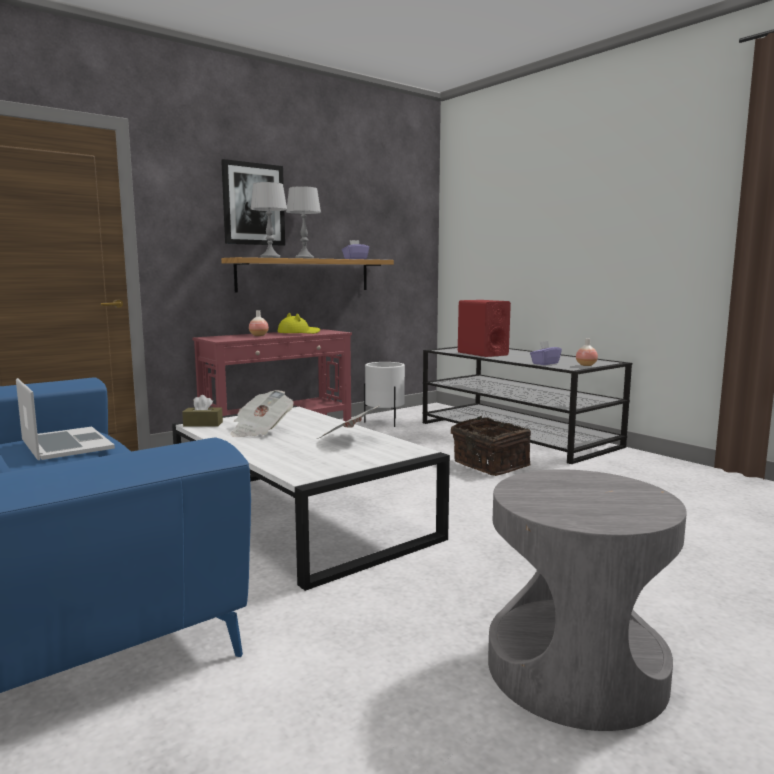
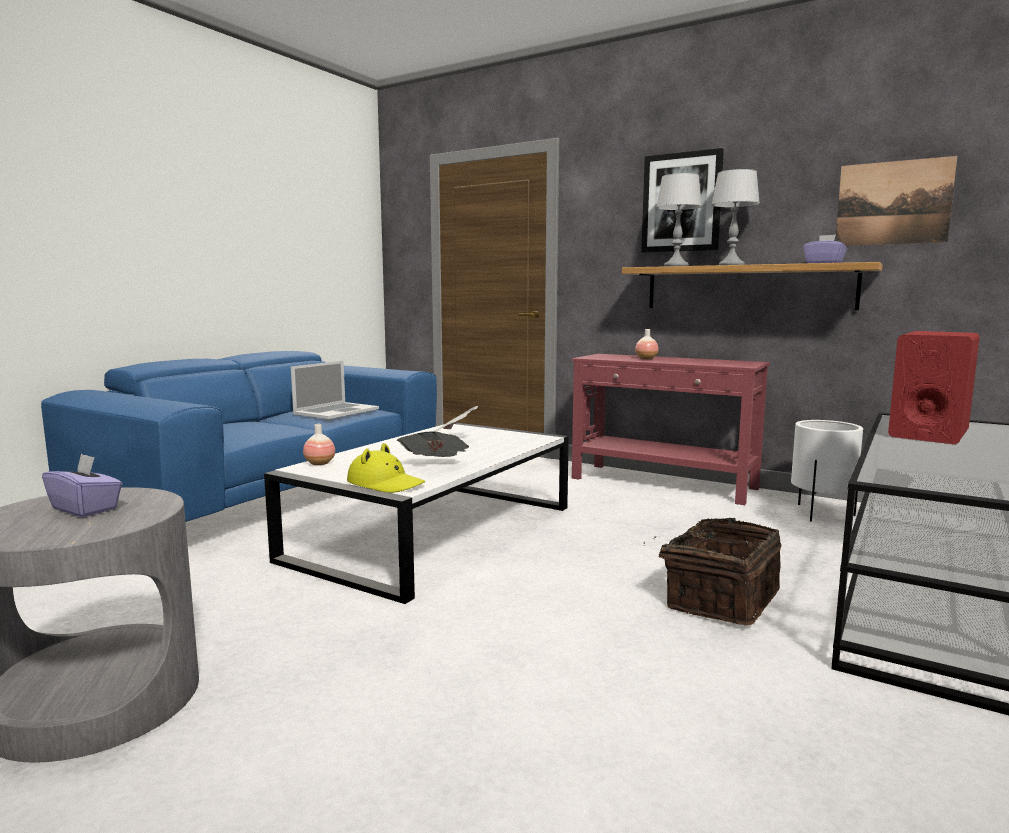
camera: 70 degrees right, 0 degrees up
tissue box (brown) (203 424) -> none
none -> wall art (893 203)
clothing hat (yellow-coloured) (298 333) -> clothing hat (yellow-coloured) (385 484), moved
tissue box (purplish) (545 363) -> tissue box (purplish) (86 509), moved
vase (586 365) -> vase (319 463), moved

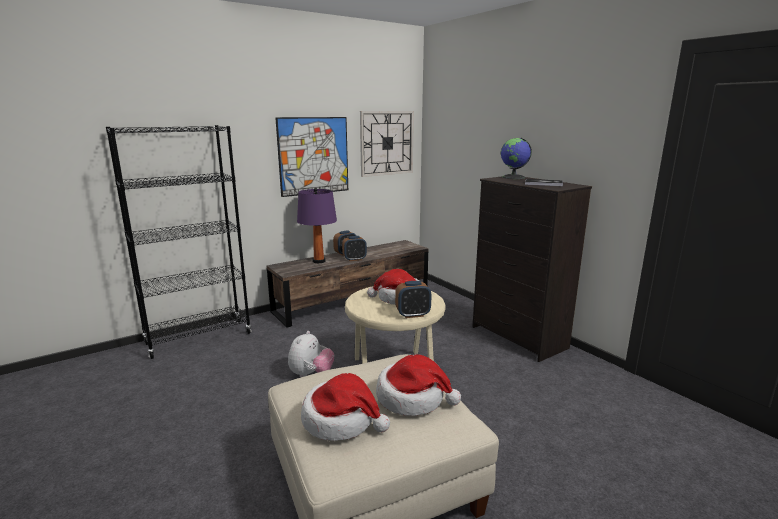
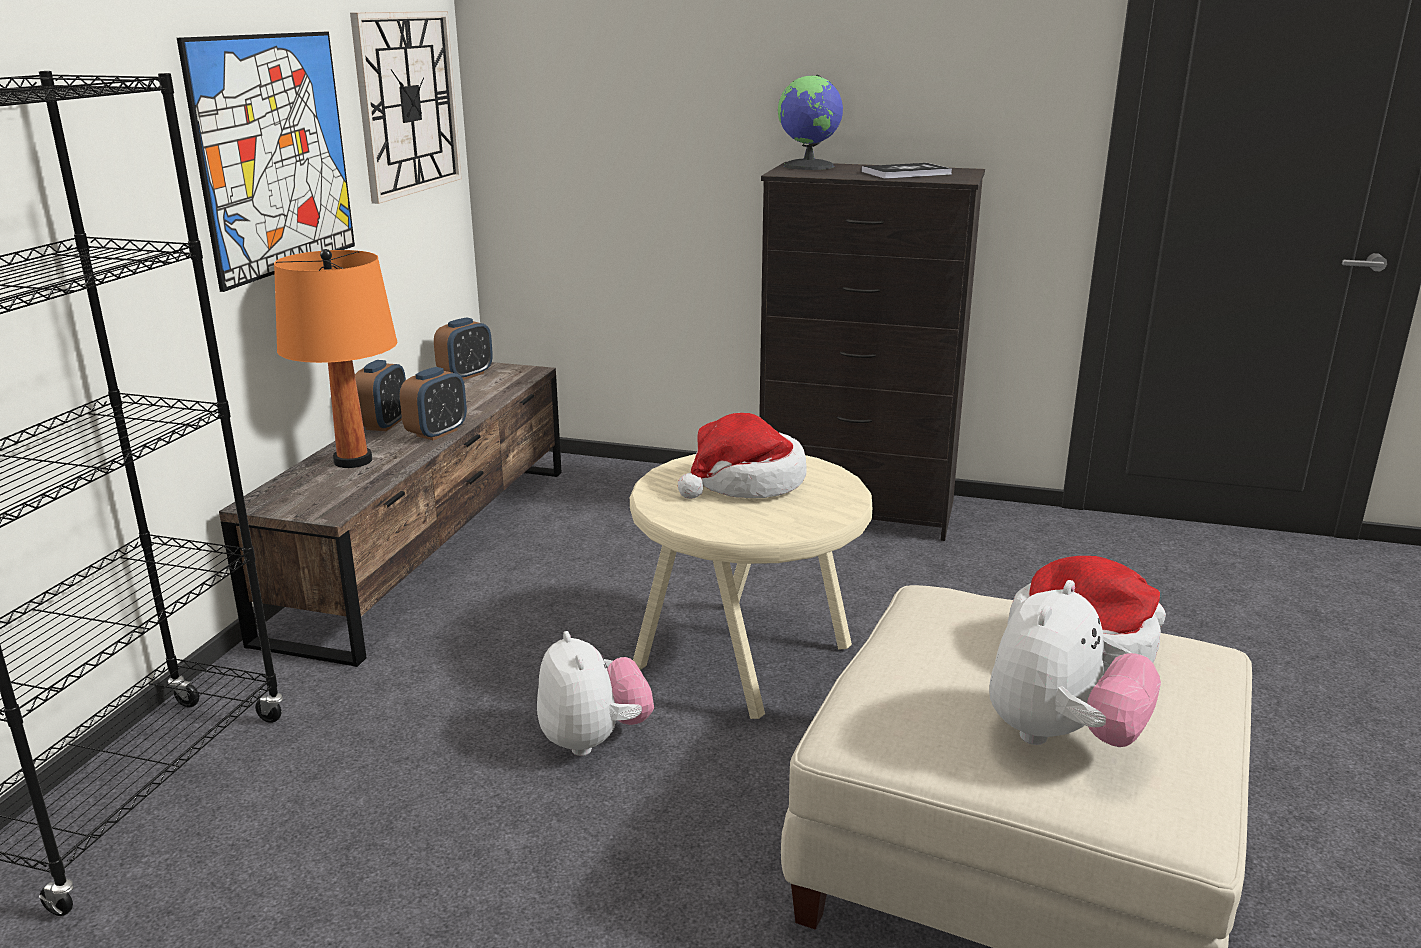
camera: 40 degrees left, 5 degrees up
alarm clock (413 314) -> alarm clock (466 375), moved
clothing hat (341 420) -> soft toy (1061 737)
tabletop lamp (purplish) (318 261) -> tabletop lamp (orange) (352 461)

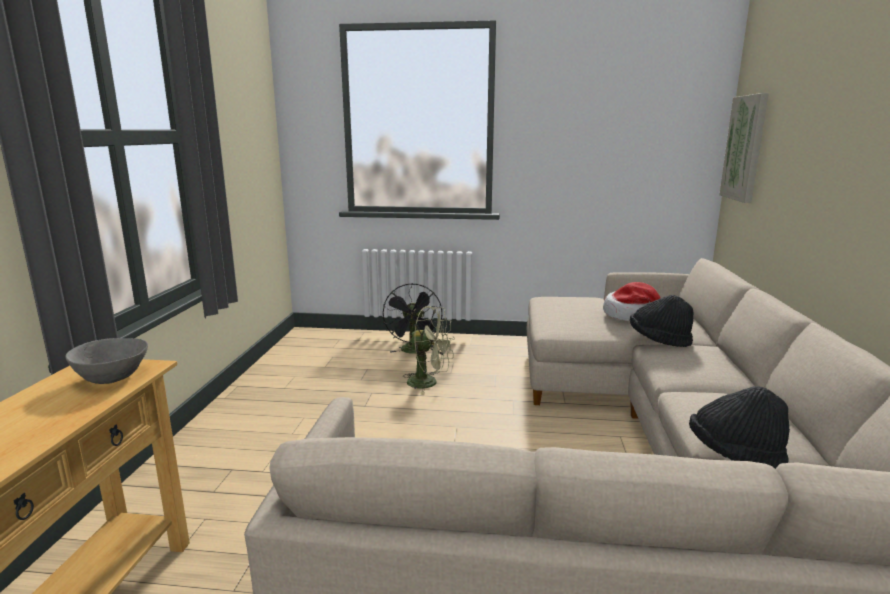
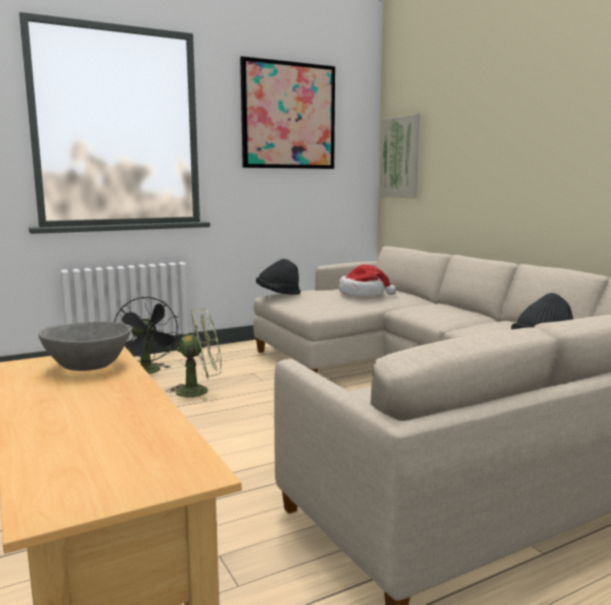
camera: 35 degrees left, 5 degrees down
none -> wall art (288 116)
clothing hat (black) (659 340) -> clothing hat (black) (278 294), moved

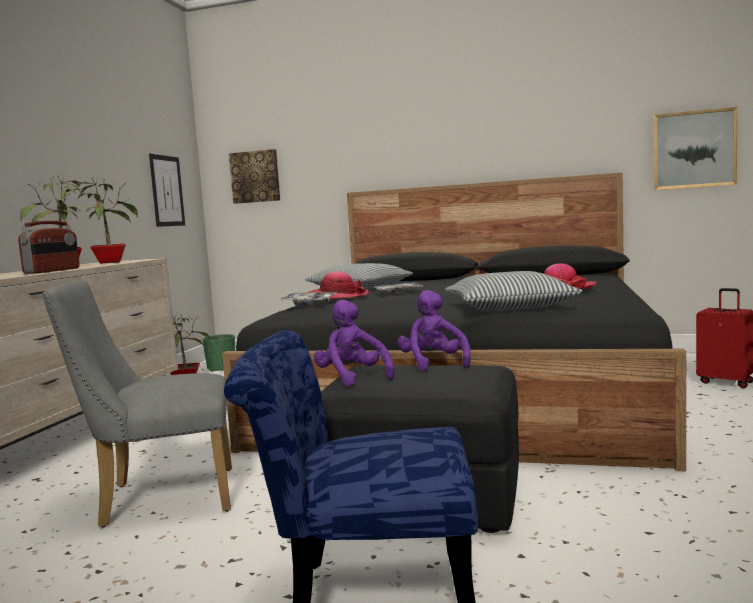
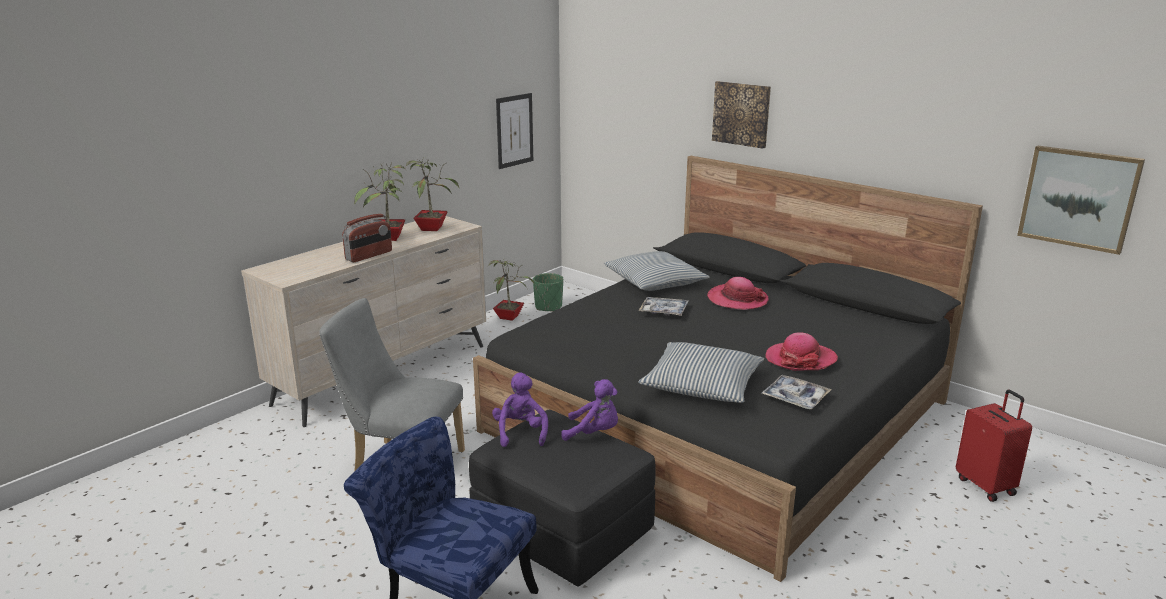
camera: 25 degrees right, 15 degrees up
wall art (255 176) -> wall art (741 114), moved
tray (308 303) -> tray (795 398), moved
clothing hat (336 297) -> clothing hat (737 299), moved
soft toy (purplish) (433 364) -> soft toy (purplish) (594 433), 90 degrees clockwise

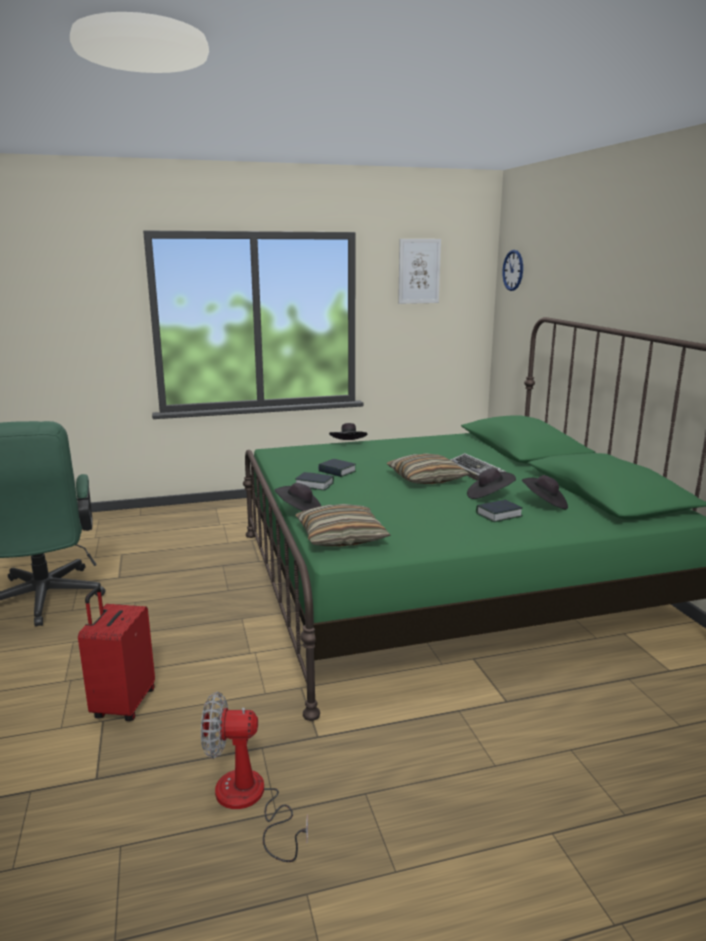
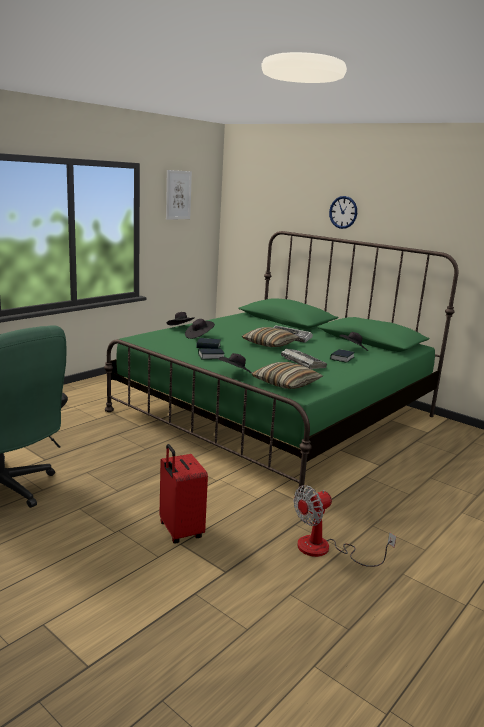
camera: 35 degrees left, 0 degrees up
none -> keyboard (302 362)
clothing hat (black) (489 496) -> clothing hat (black) (199 336), moved
clock on the wall (513 270) -> clock on the wall (343 212), moved

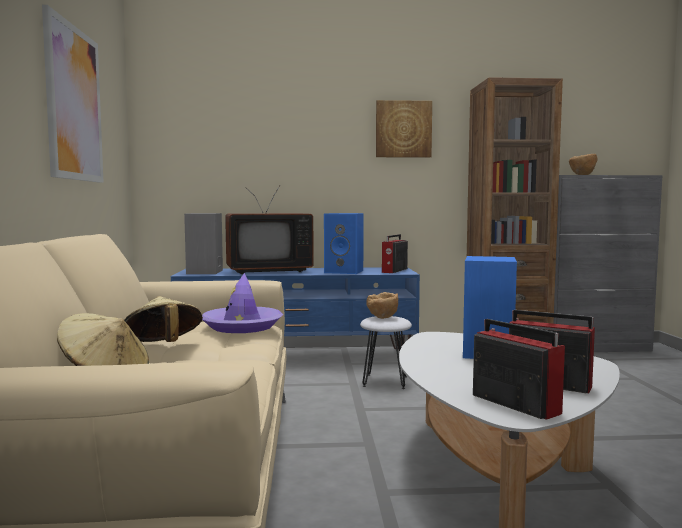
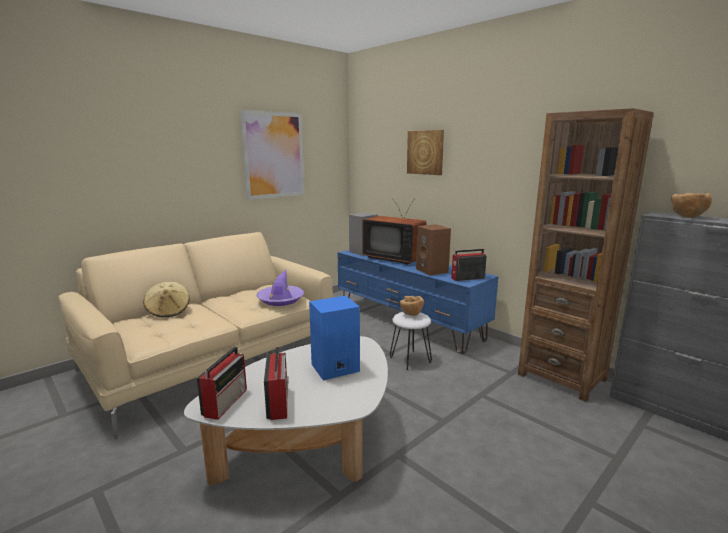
camera: 50 degrees right, 10 degrees up
clothing hat (sand-coloured) (163 347) -> none
wall art (403 129) -> wall art (425 152), moved
speaker (bluish) (345 271) -> speaker (brown) (432 271)

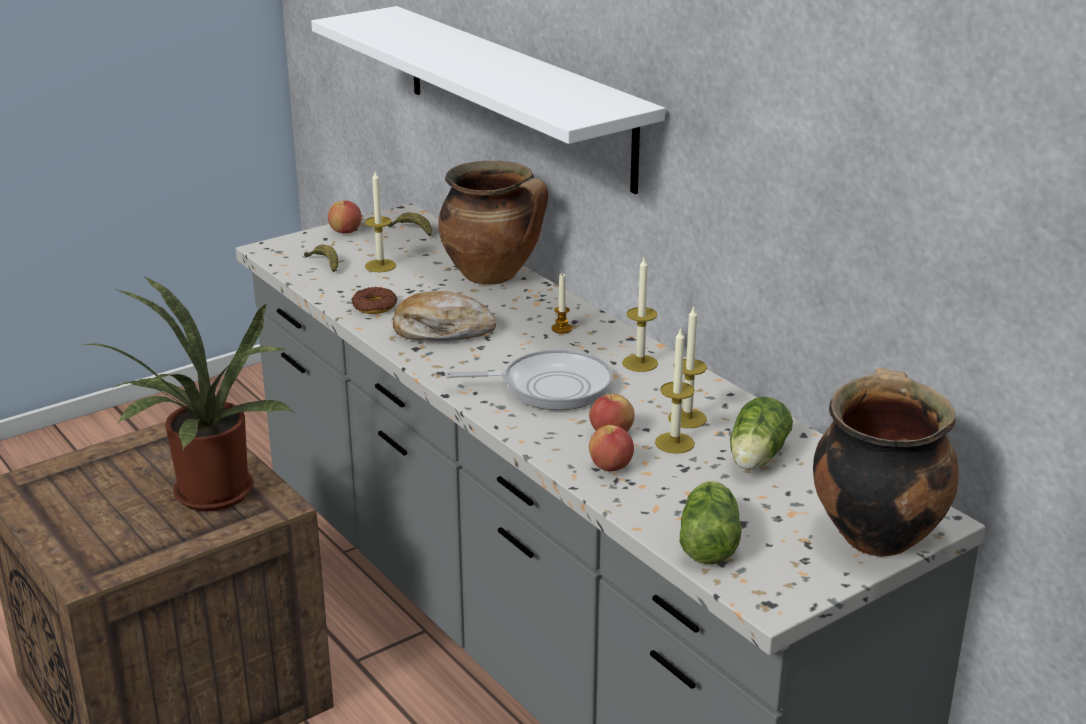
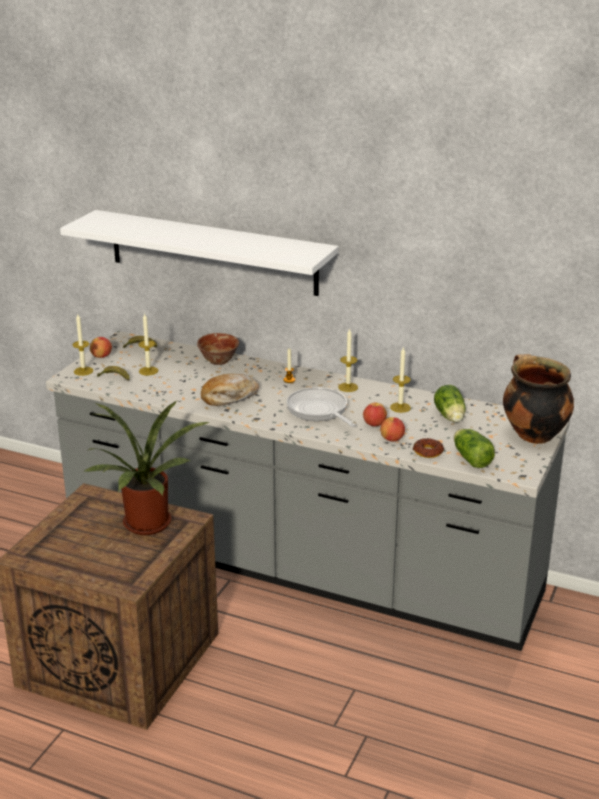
camera: 30 degrees left, 0 degrees up
ring doughnut (374 306) -> ring doughnut (428 452), moved
candle (674 443) -> candle (83 371), moved
cooking pot (493 275) -> serving bowl (219 361)
pan (549 387) -> pan (319 410), 90 degrees counterclockwise

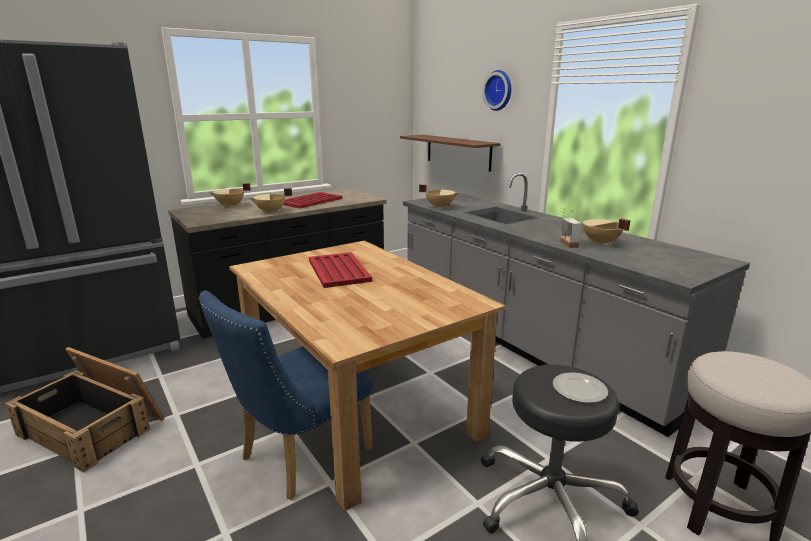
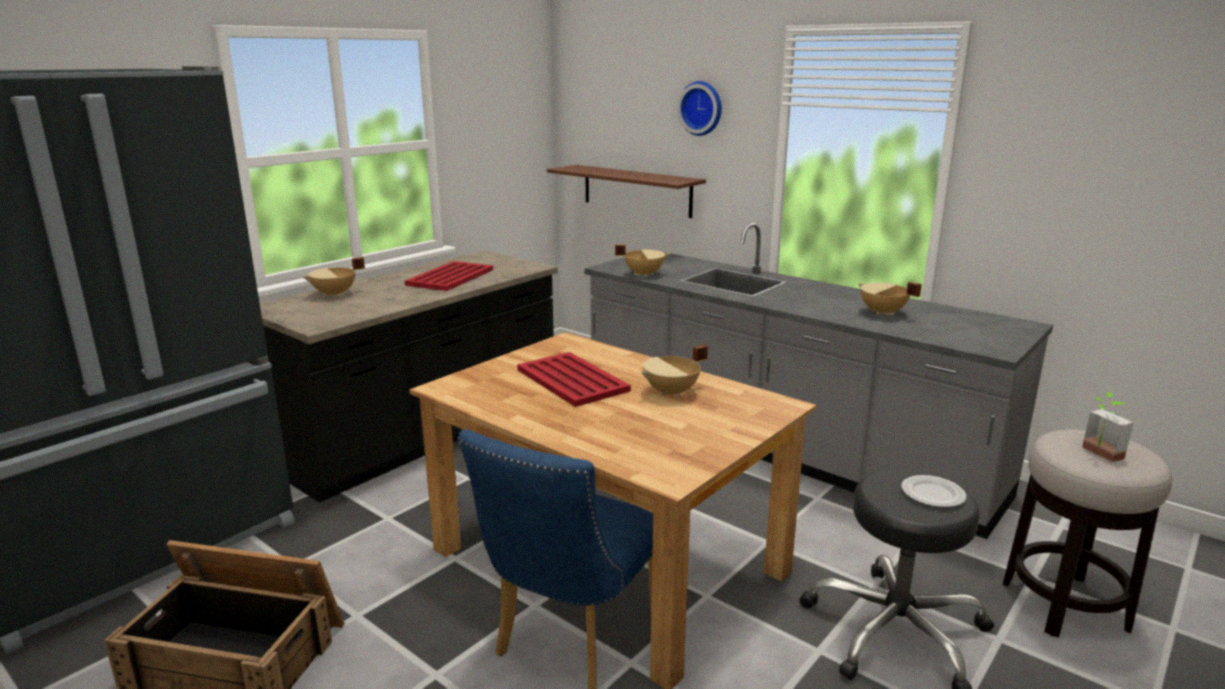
camera: 15 degrees left, 0 degrees up
cooking pot (sand-coloured) (271 212) -> cooking pot (sand-coloured) (672 392), moved
potted plant (565 244) -> potted plant (1097 454), moved

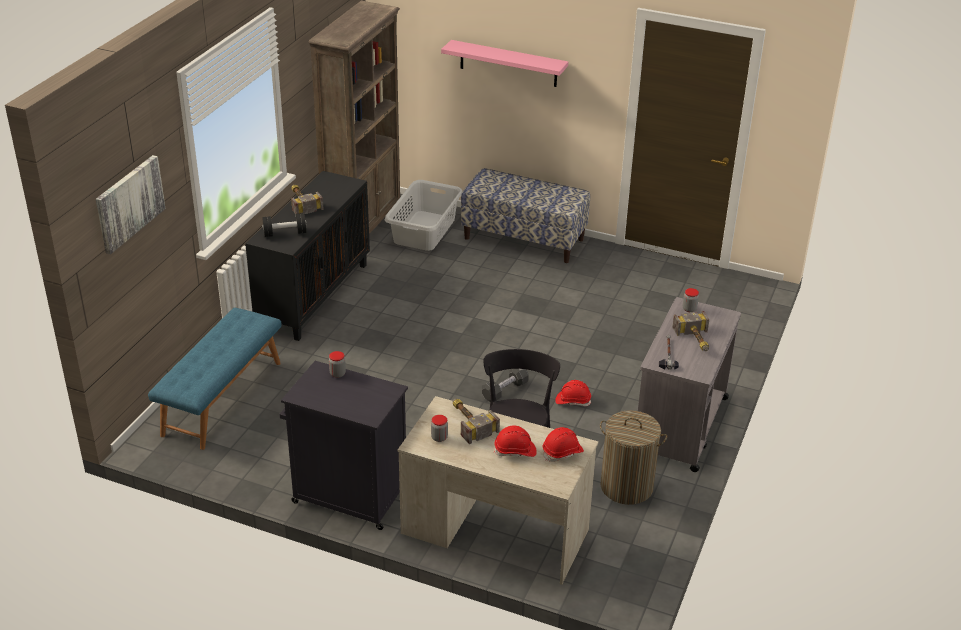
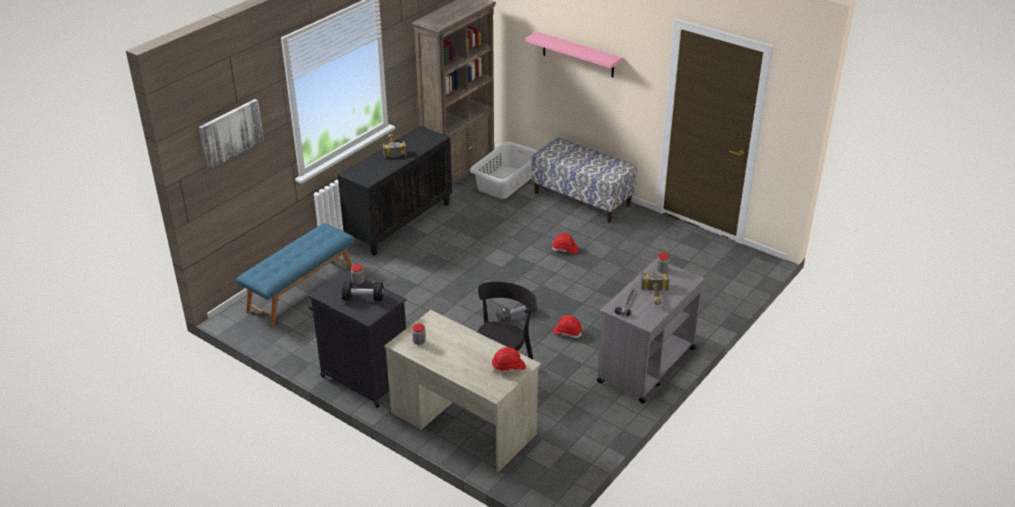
camera: 15 degrees right, 0 degrees up
hand hammer (468 422) -> none
laundry basket (626 486) -> none
dumbbell (black) (285 233) -> dumbbell (black) (363 298), moved
safety helmet (red) (515 451) -> safety helmet (red) (565 249), moved

